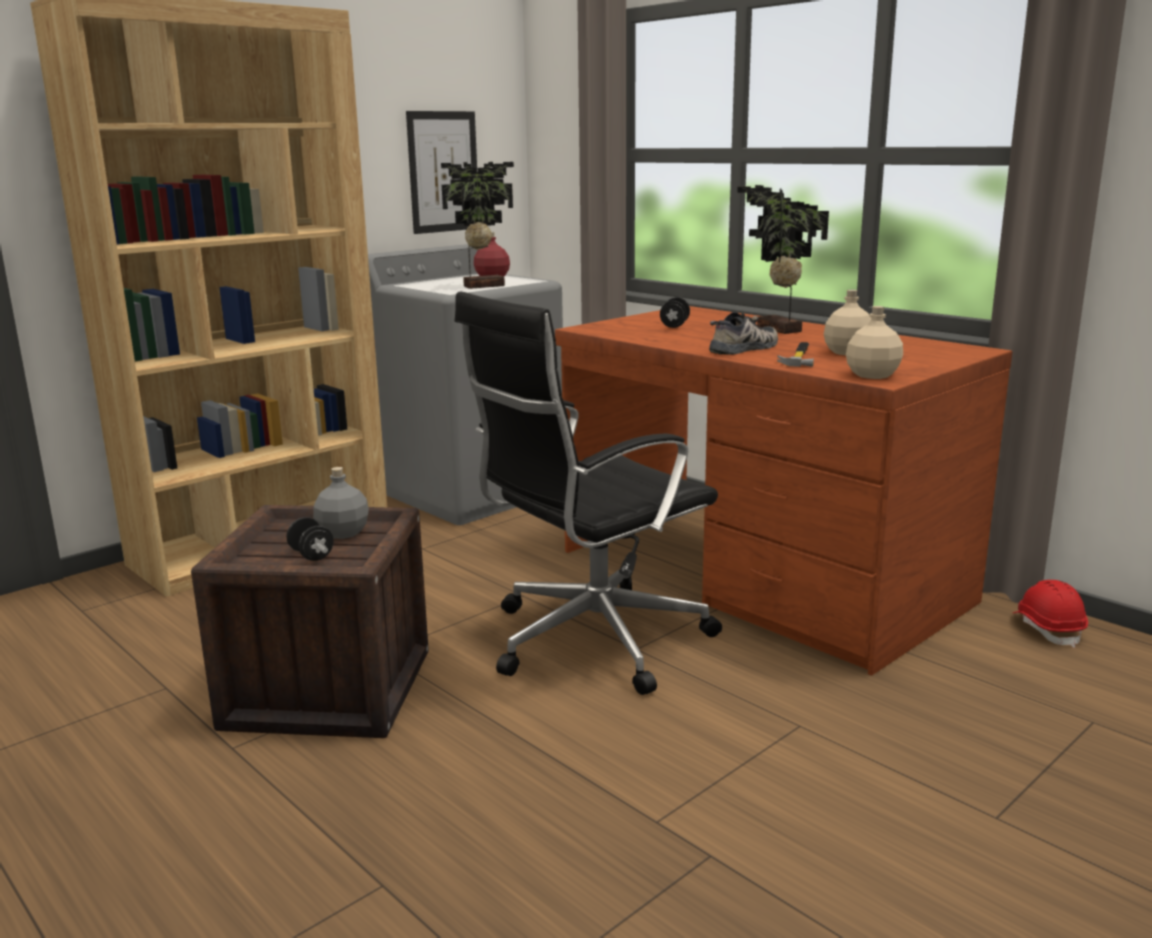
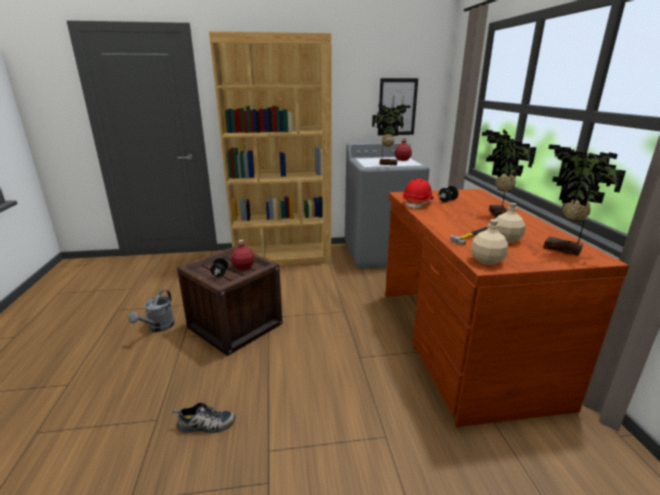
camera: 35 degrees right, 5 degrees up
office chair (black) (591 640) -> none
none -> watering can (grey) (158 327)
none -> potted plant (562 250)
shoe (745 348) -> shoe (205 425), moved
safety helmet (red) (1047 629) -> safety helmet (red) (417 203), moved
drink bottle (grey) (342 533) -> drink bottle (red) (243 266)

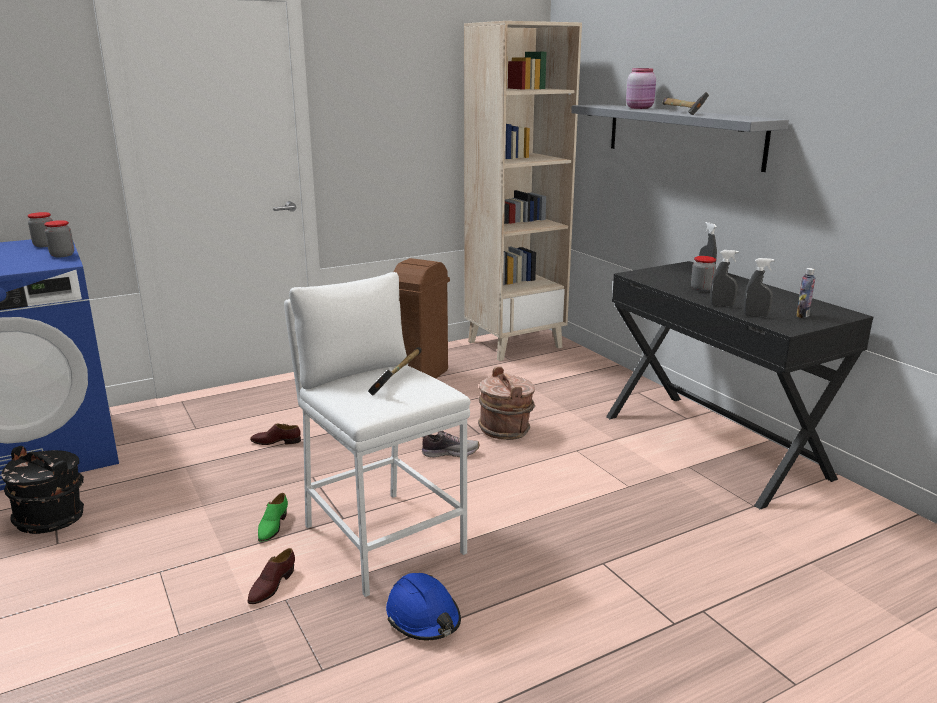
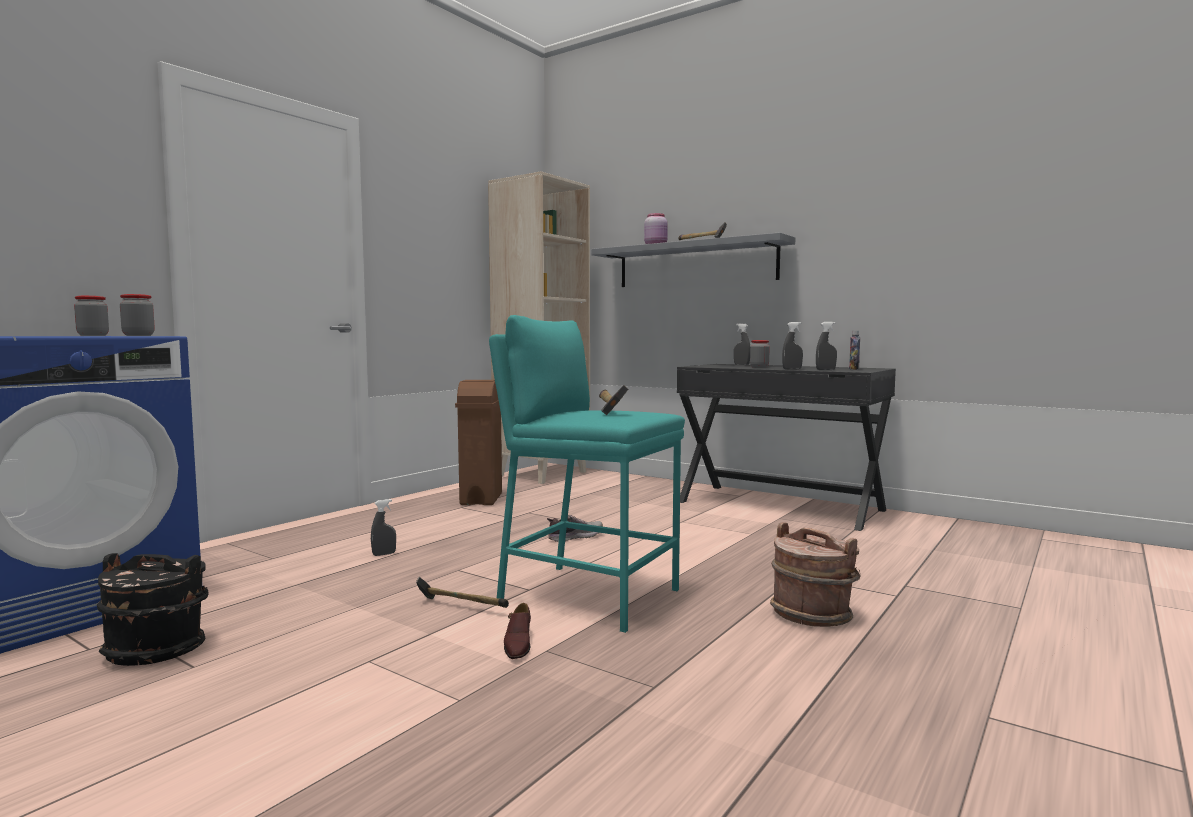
camera: 25 degrees left, 15 degrees down
safety helmet (bluish) (423 618) -> none
water bucket (brown) (505 430) -> water bucket (brown) (812 614), moved
shoe (brown) (276 442) -> sprayer (grey) (384 554)
shoe (green-coloured) (272 526) -> hand hammer (461 607)
stool seat (whitish) (383 539) -> stool seat (blue-green) (588 595)

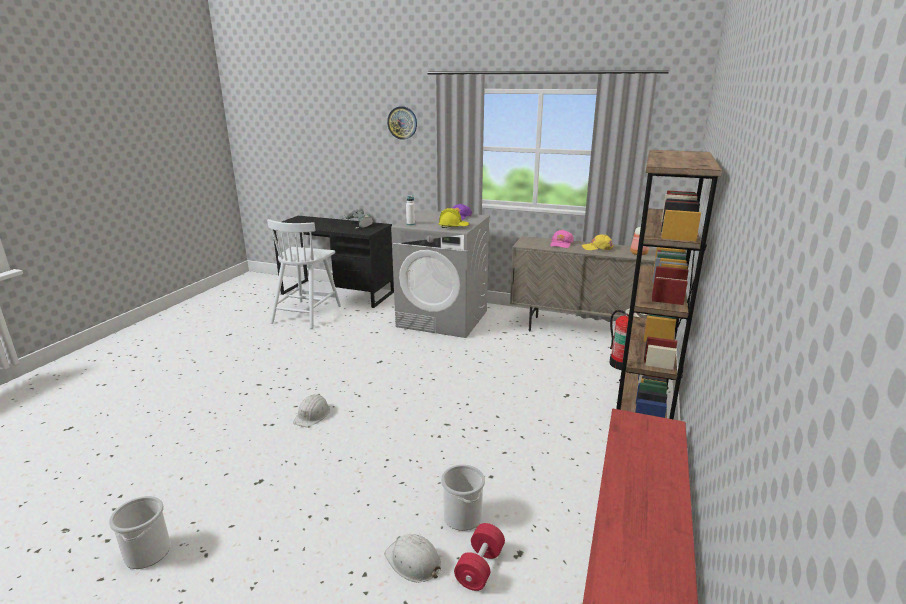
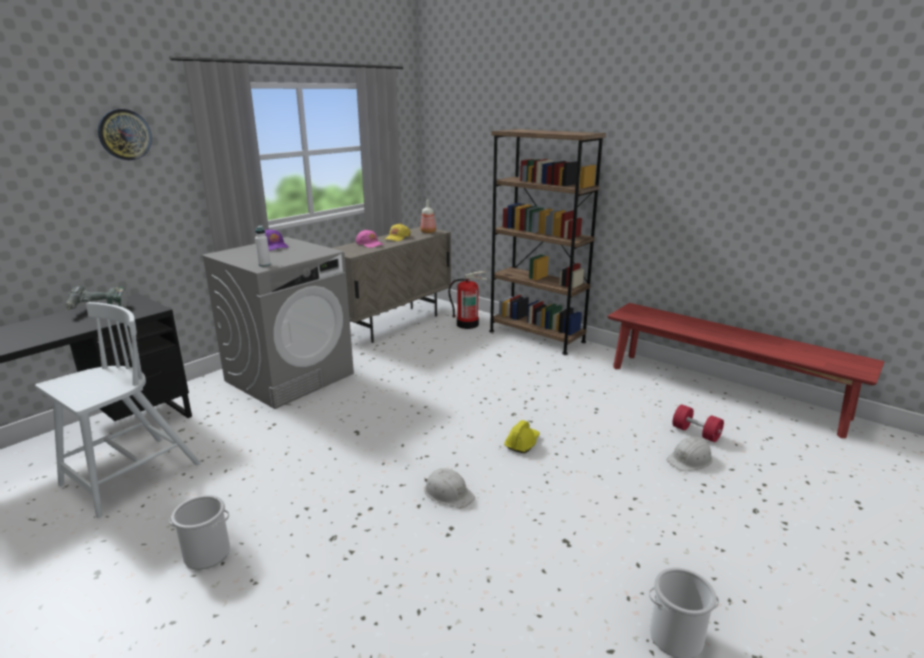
camera: 70 degrees left, 0 degrees up
safety helmet (yellow-coloured) (453 227) -> safety helmet (yellow-coloured) (522 443), moved
water bucket (463 517) -> water bucket (207 553), moved
upright chair (whitish) (307 314) -> upright chair (whitish) (129 476), 90 degrees counterclockwise

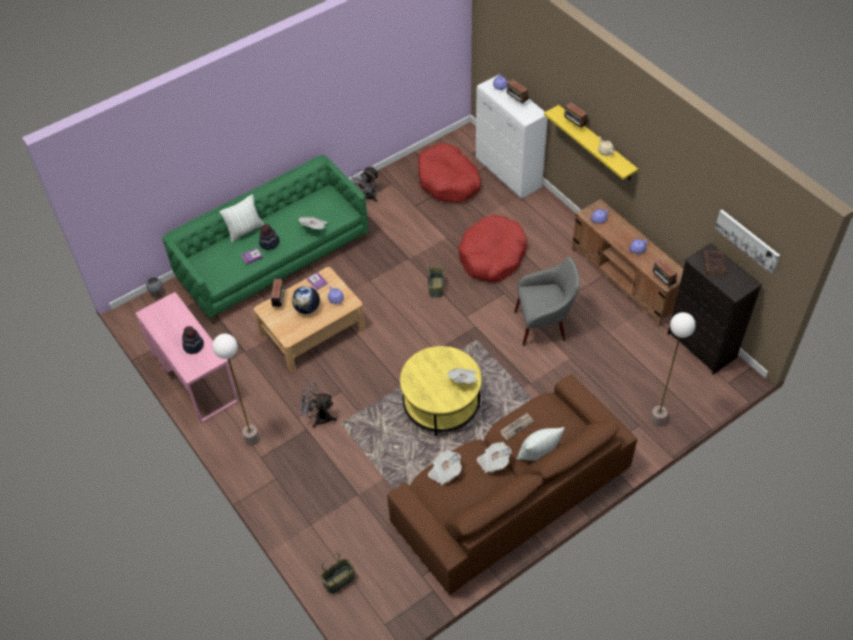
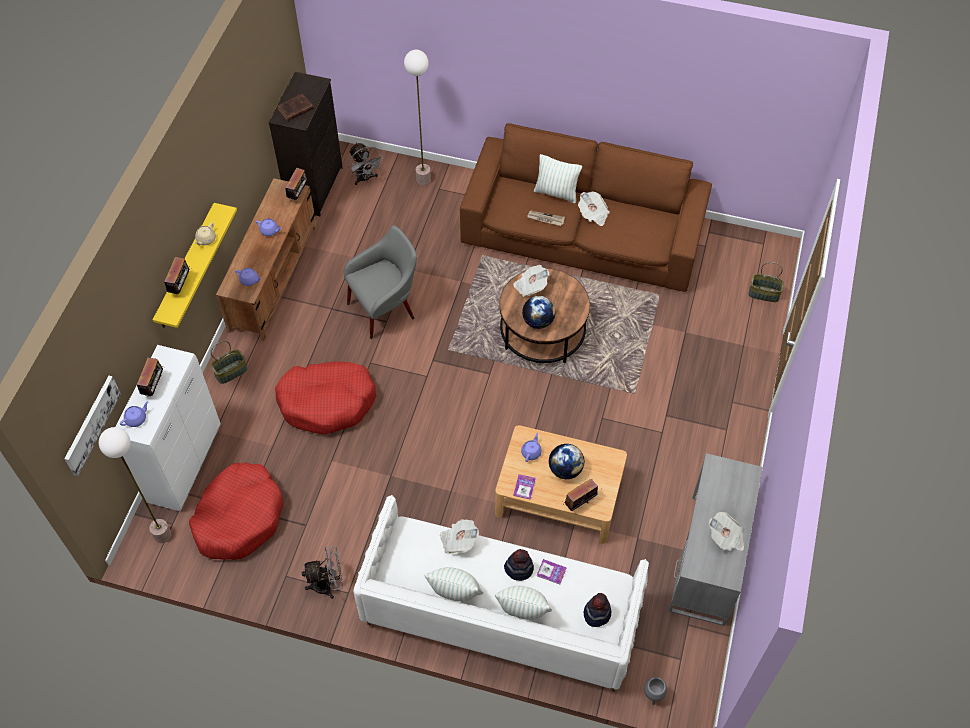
camera: 130 degrees left, 5 degrees up
none -> throw pillow (454 593)
none -> world globe (538 321)
clothing hat (193 345) -> clothing hat (596 613), moved
standing lamp (252 439) -> standing lamp (162 535), moved
cooling fan (grey) (318 417) -> cooling fan (grey) (365 179), moved
storage basket (436 287) -> storage basket (231 371), moved
daily paper (444 472) -> daily paper (725 537), moved
wall art (748 240) -> wall art (91 424), moved
desk table (pink-coloured) (195 377) -> desk table (grey) (707 559)
sofa (green-coloured) (274 259) -> sofa (whitish) (500 612)
low table (yellow-coloured) (441 403) -> low table (brown) (542 332)
lounge chair (grey) (544 325) -> lounge chair (grey) (385 308), 105 degrees clockwise

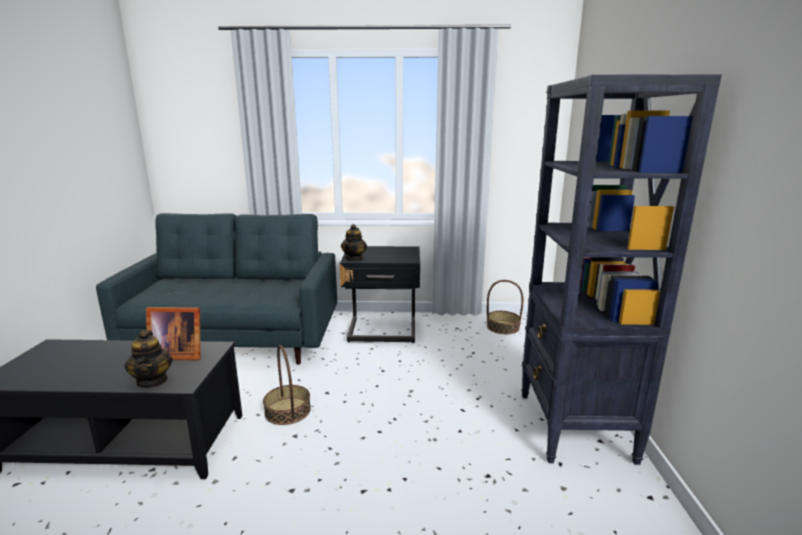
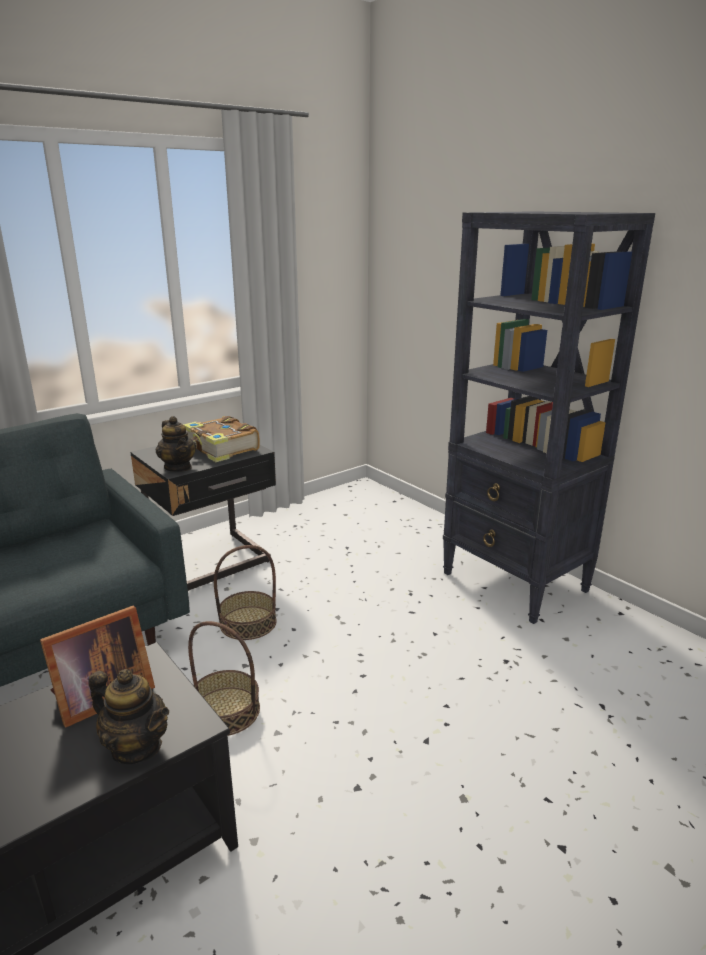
camera: 40 degrees left, 5 degrees up
none -> book (221 449)
storage basket (502 327) -> storage basket (248 623), moved

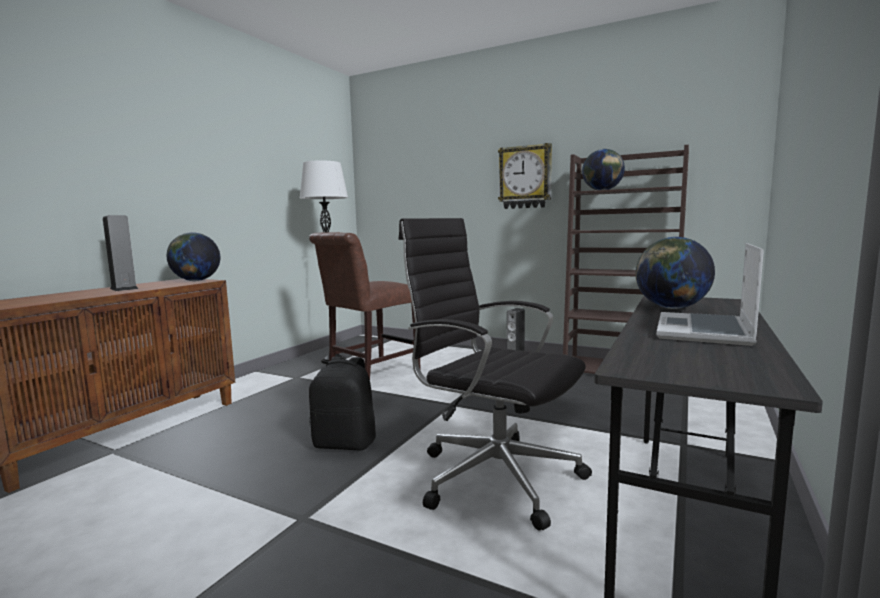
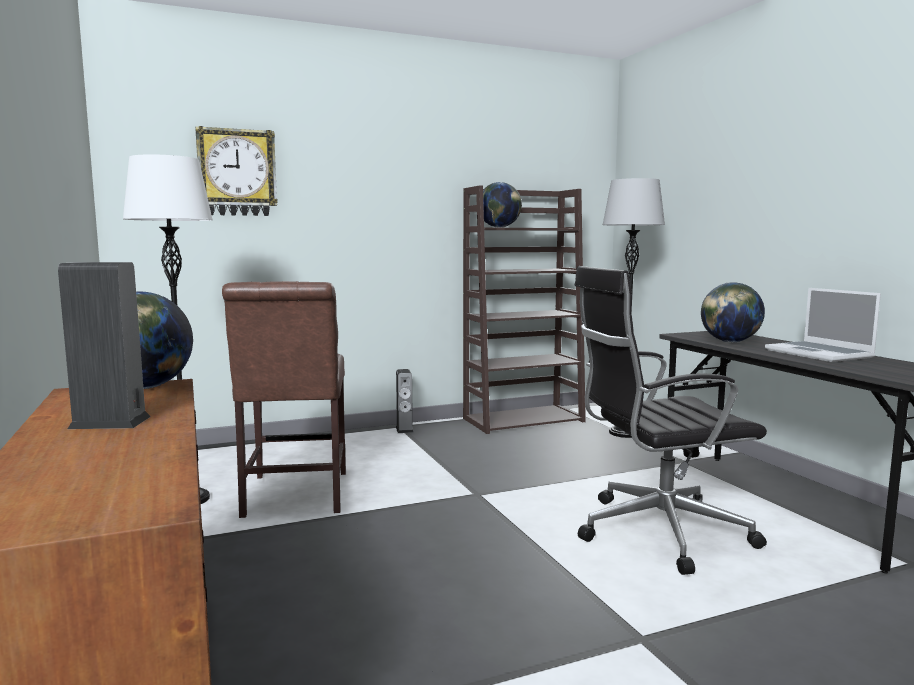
camera: 50 degrees left, 0 degrees up
rucksack (black) (345 443) -> none
none -> standing lamp (grey) (624 433)
clock on the wall (525 177) -> clock on the wall (237 173), moved

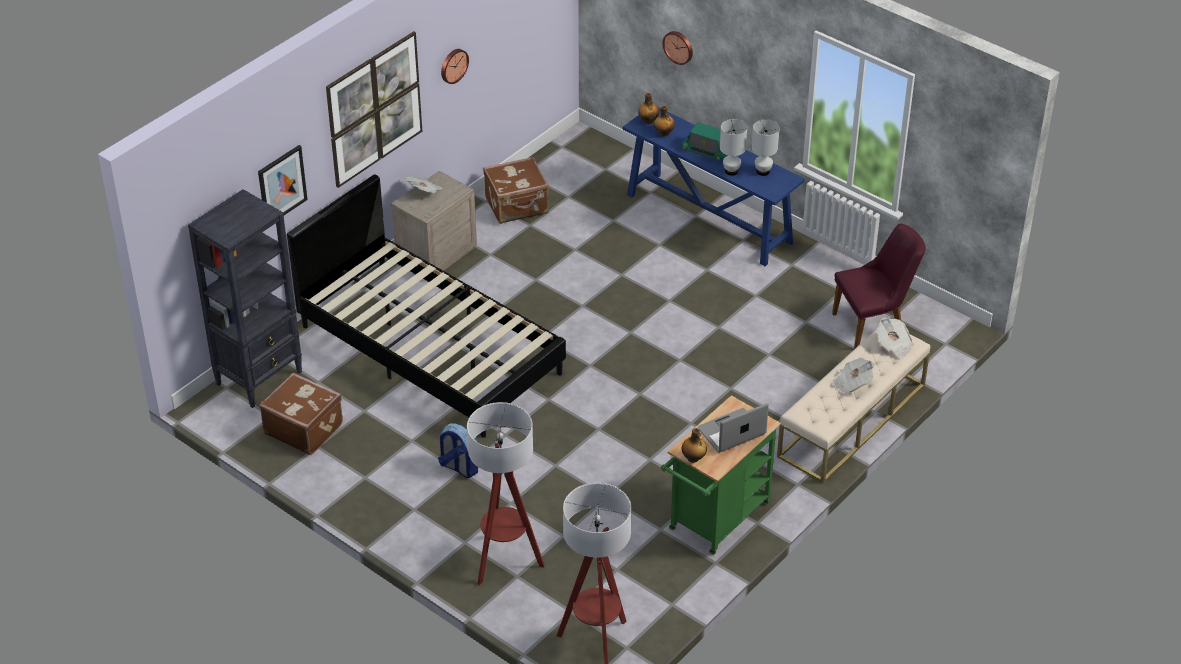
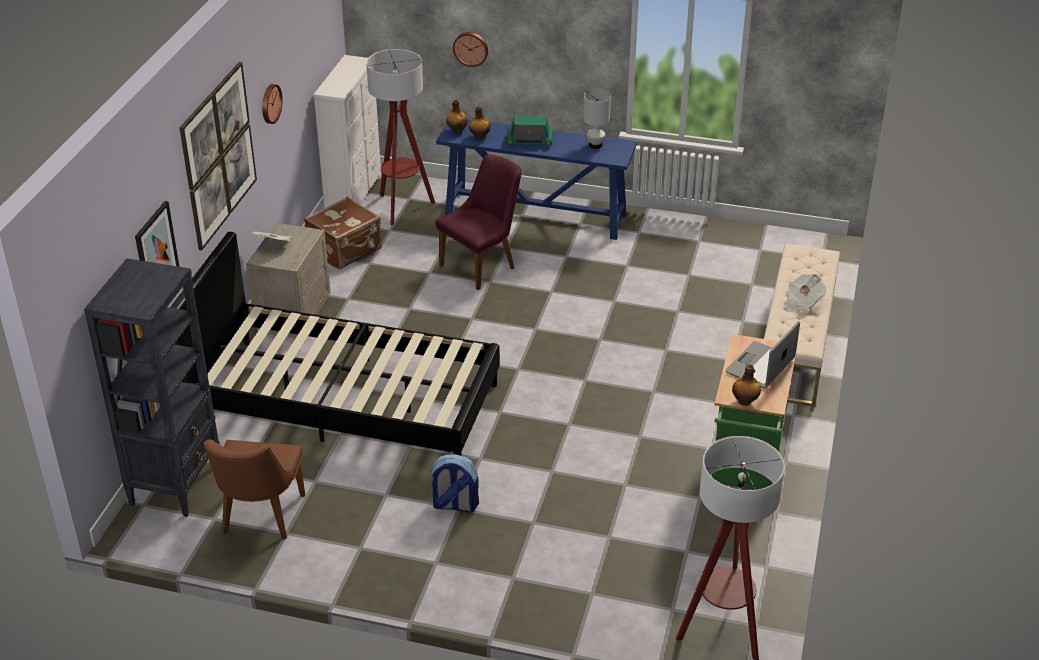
camera: 25 degrees left, 5 degrees down
tabletop lamp (whitish) (731 171) -> none
daily paper (894 345) -> none
none -> chest of drawers (whitish) (354 195)
standing lamp (505 561) -> standing lamp (402 207), moved
upright chair (purplish) (874 325) -> upright chair (purplish) (483 264), moved
piece of luggage (brown) (304 428) -> upright chair (brown) (259 519)

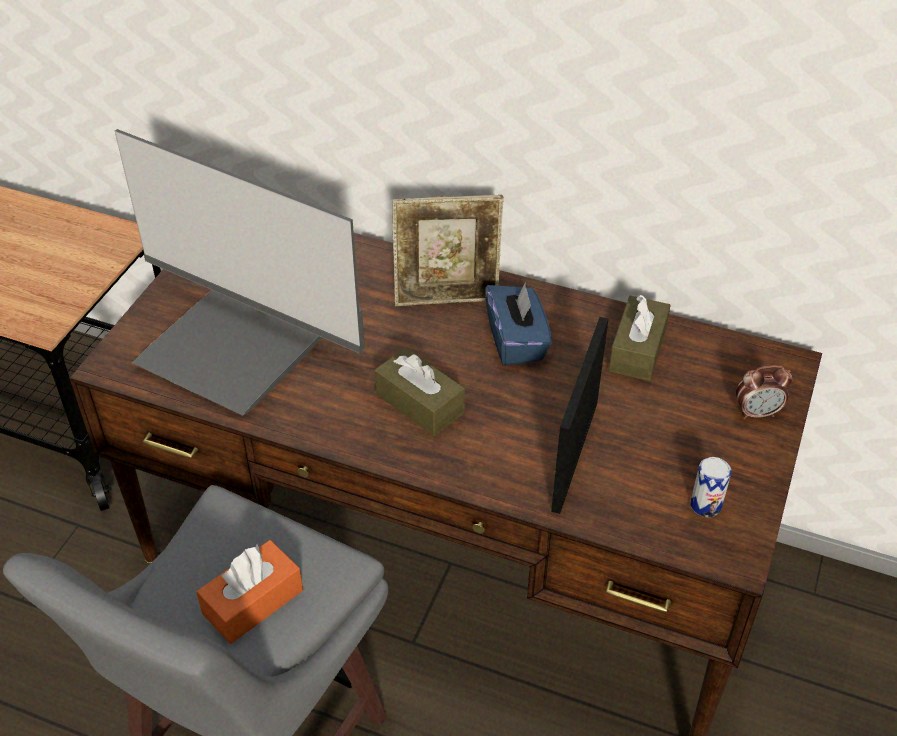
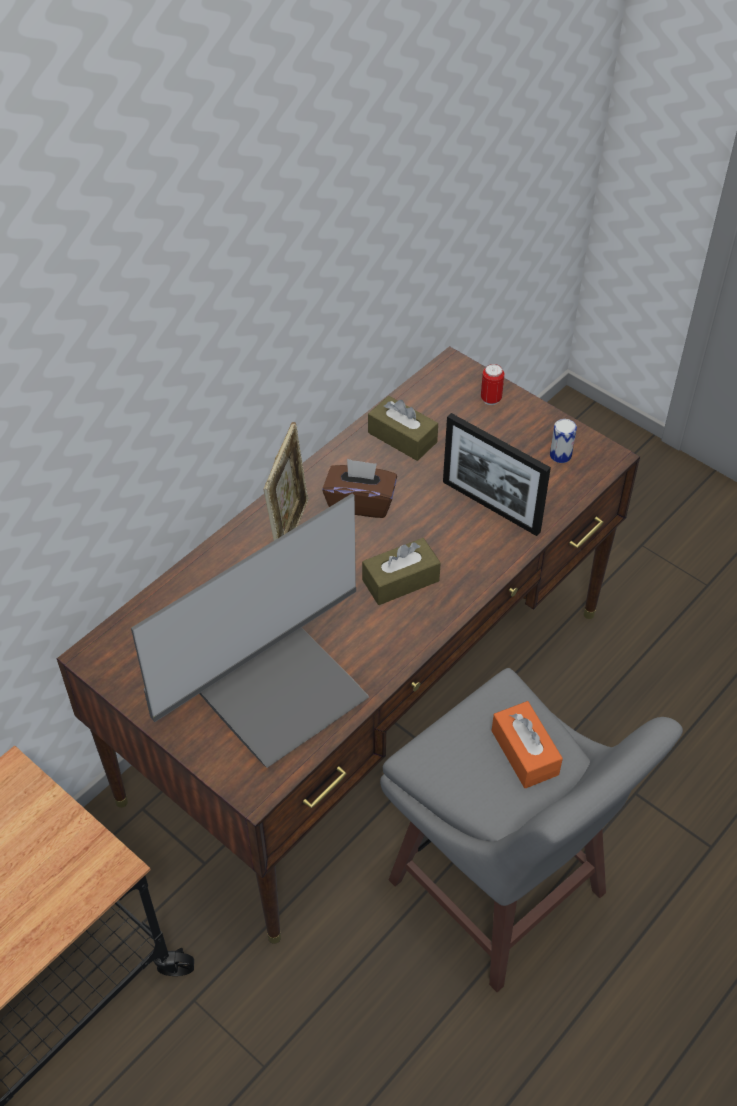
camera: 70 degrees left, 5 degrees up
alarm clock (757 413) -> can (491 399)
tissue box (bluish) (516 341) -> tissue box (brown) (360 502)

